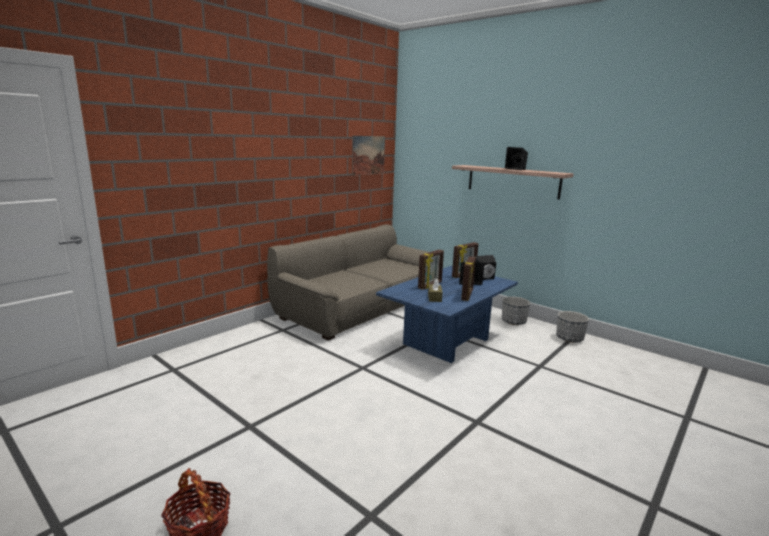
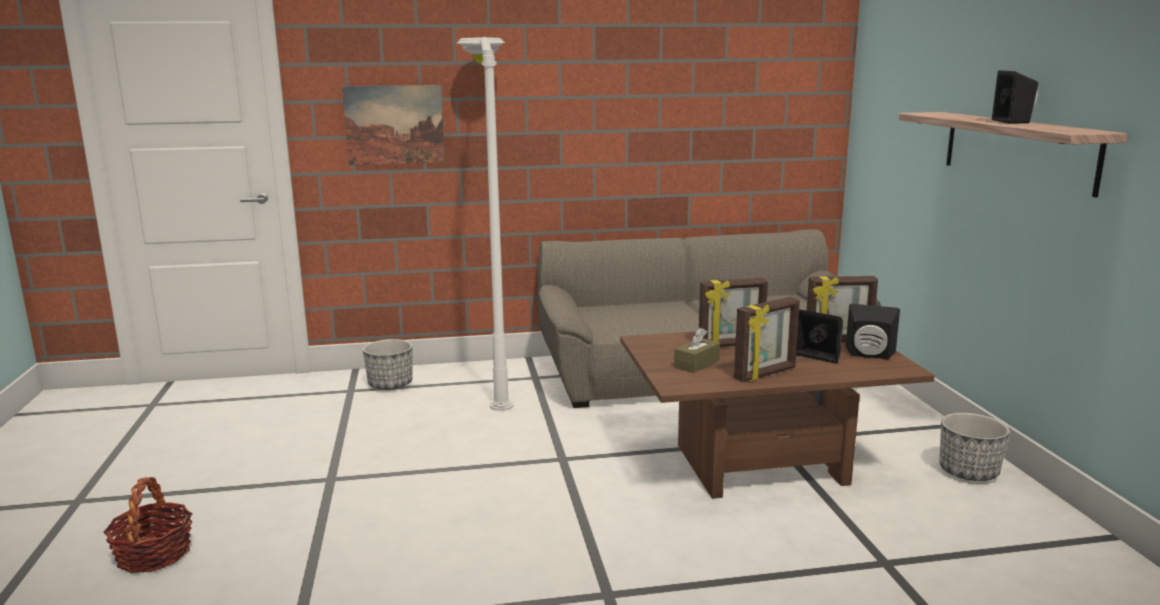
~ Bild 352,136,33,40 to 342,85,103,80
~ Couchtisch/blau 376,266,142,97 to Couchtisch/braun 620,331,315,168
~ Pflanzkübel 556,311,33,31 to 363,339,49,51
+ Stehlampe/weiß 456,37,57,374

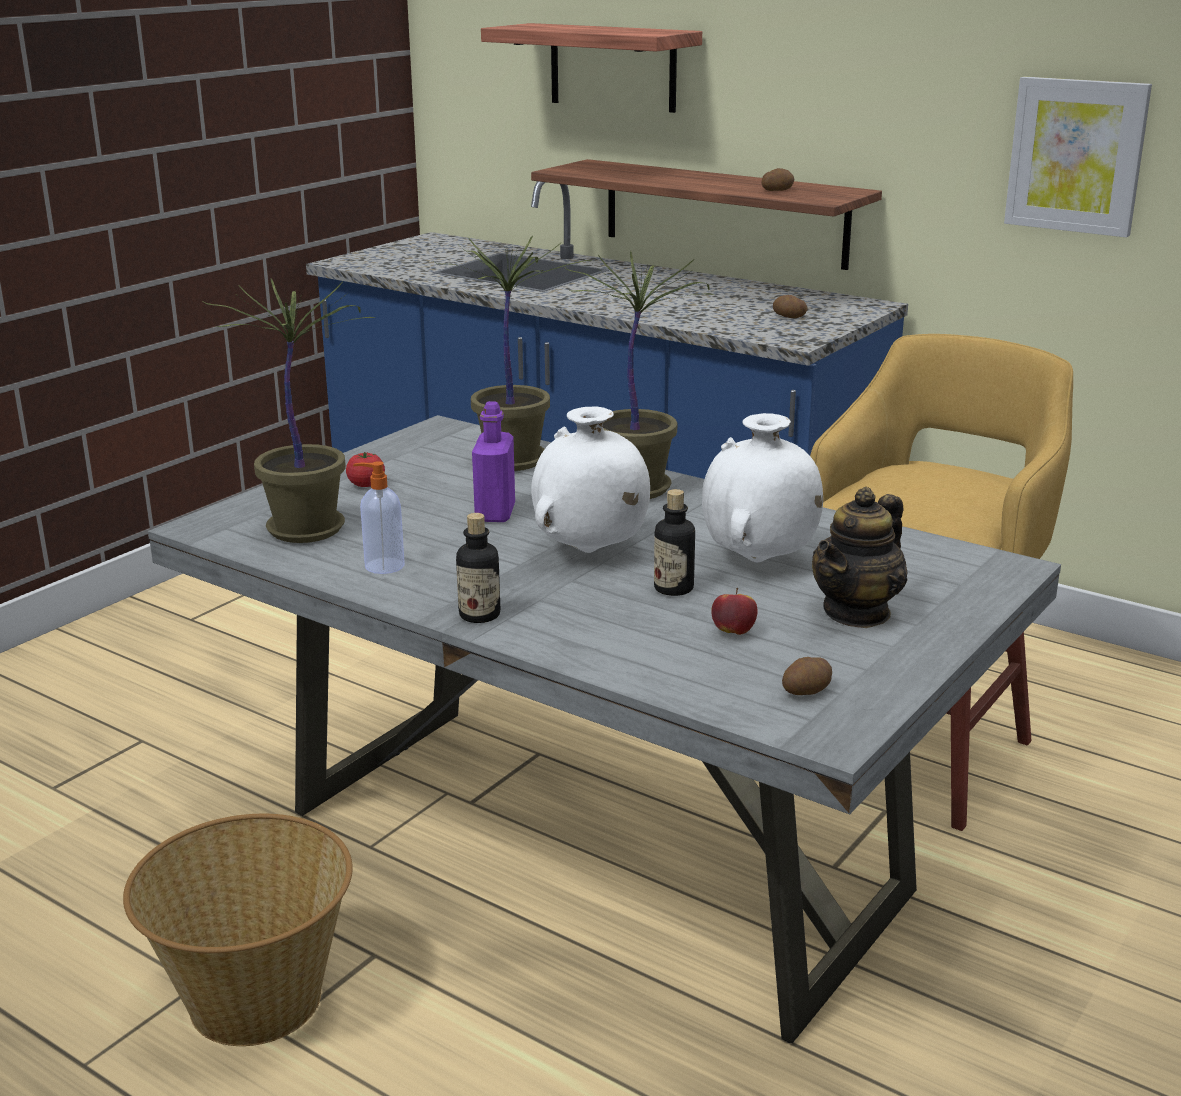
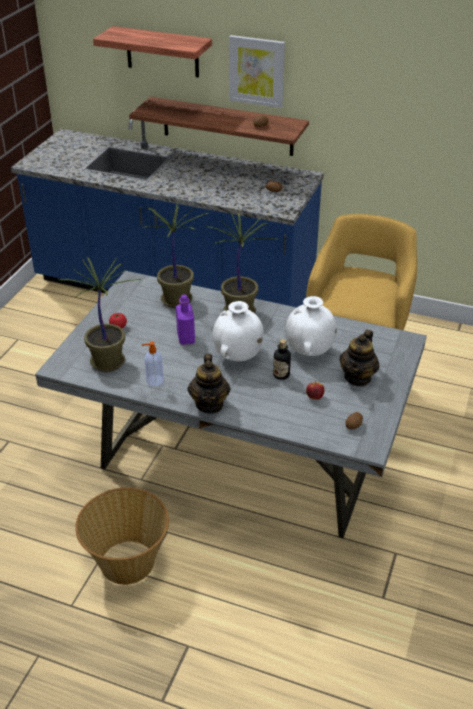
~ Bild 1004,77,148,160 to 229,35,56,73
~ Flasche 456,513,44,110 to Teekanne 188,354,43,60

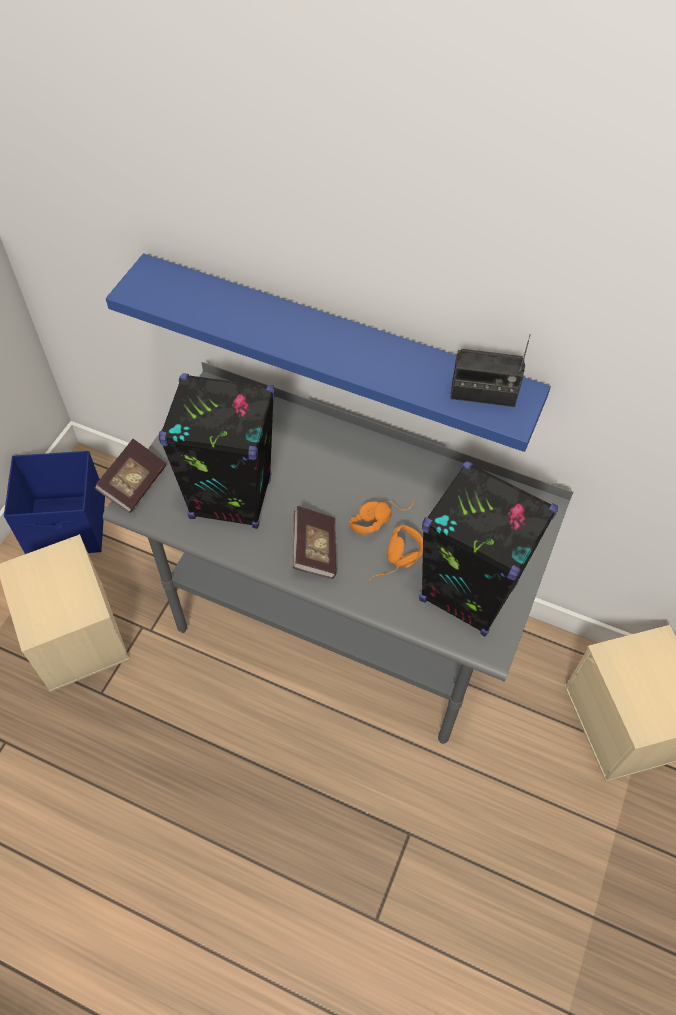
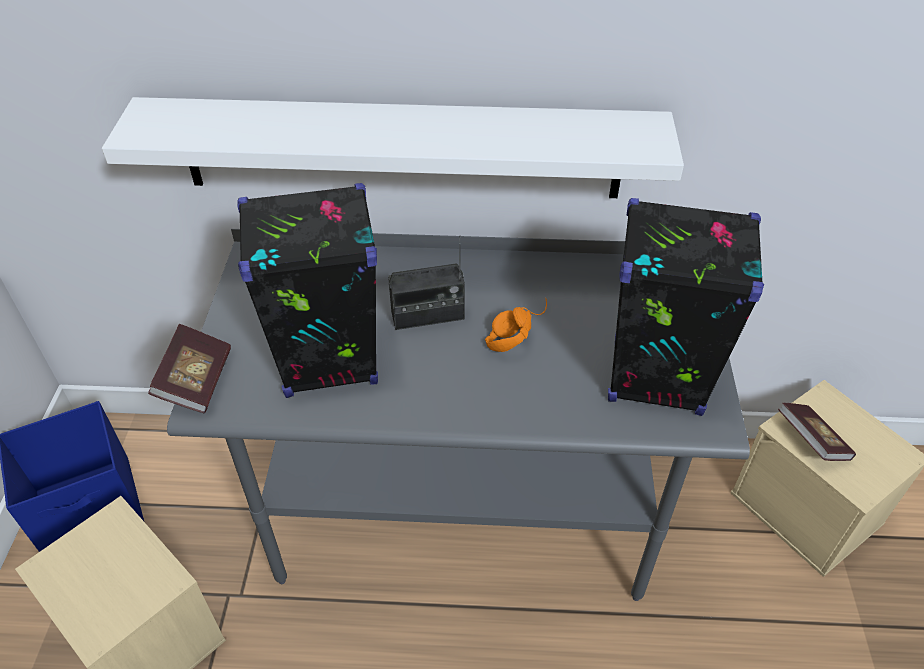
~ Wandregal/blau 106,253,445,199 to Wandregal/weiß 102,97,582,101
~ Radio 450,334,81,73 to 388,236,77,94
~ Buch 293,506,44,73 to 778,403,78,58
- Kopfhörer/orange 369,525,54,58

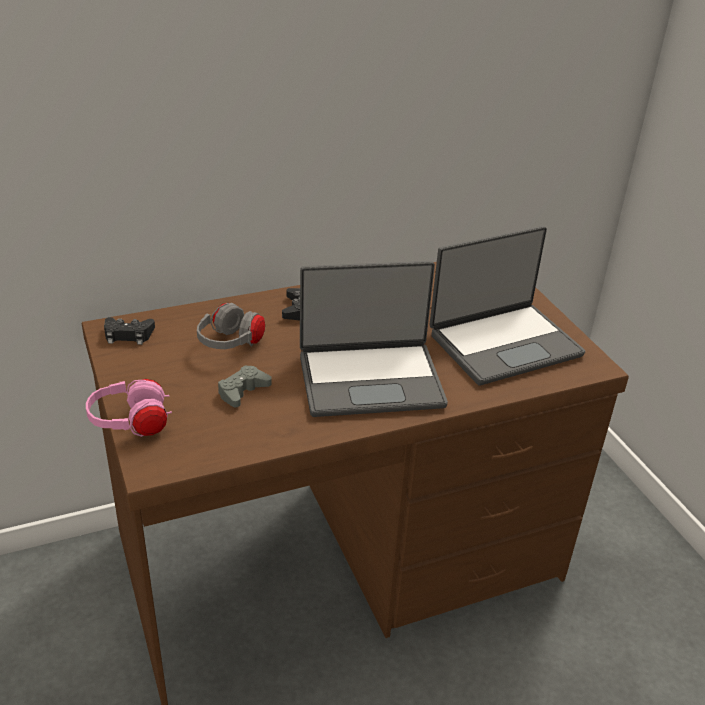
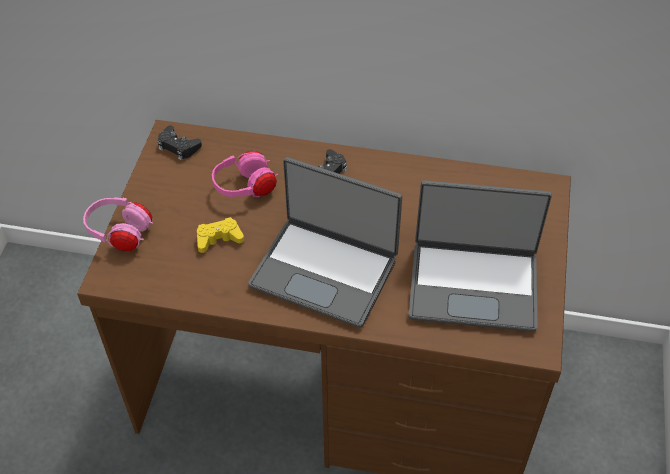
~ Kopfhörer/grau 197,303,68,46 to Kopfhörer/rosa 212,151,66,46
~ Gamepad/grau 218,365,54,42 to Gamepad/gelb 197,217,47,36

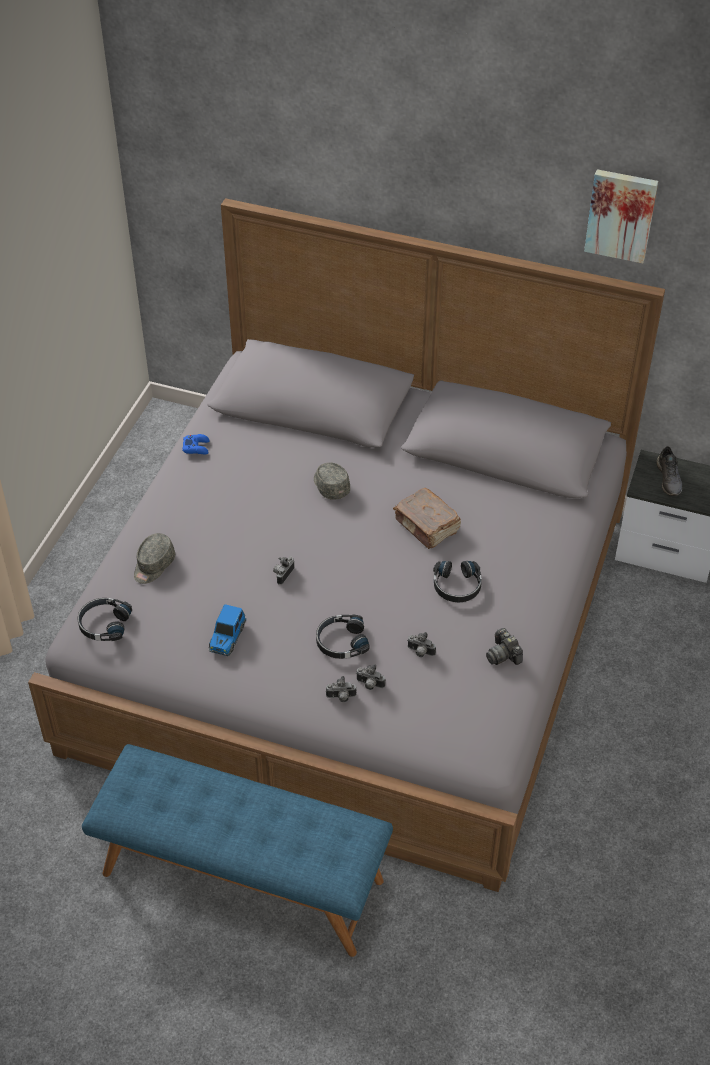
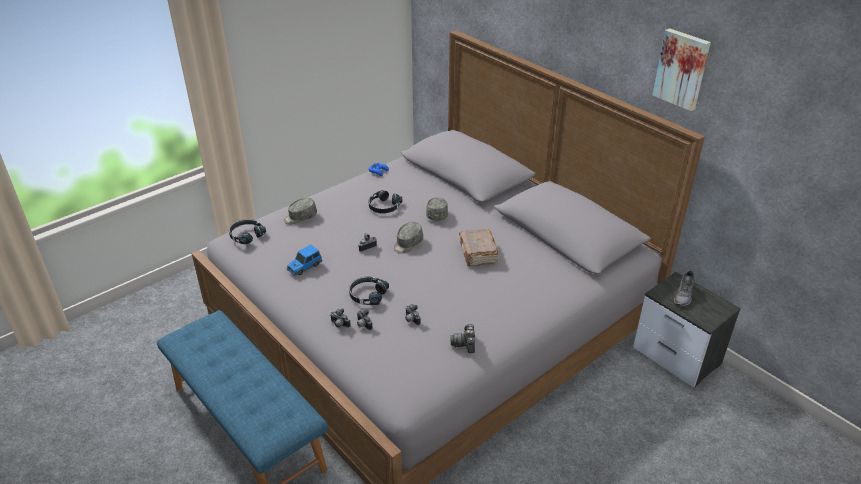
~ Kopfhörer/schwarz 433,561,49,41 to 369,190,34,23
+ Kappe/grau 394,222,29,32

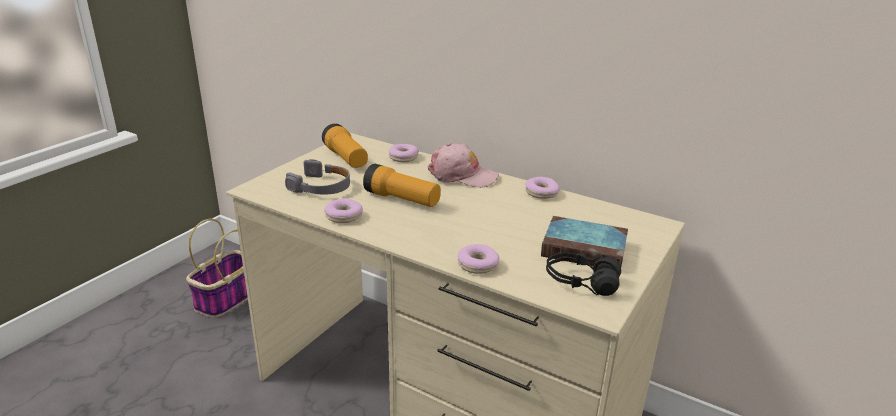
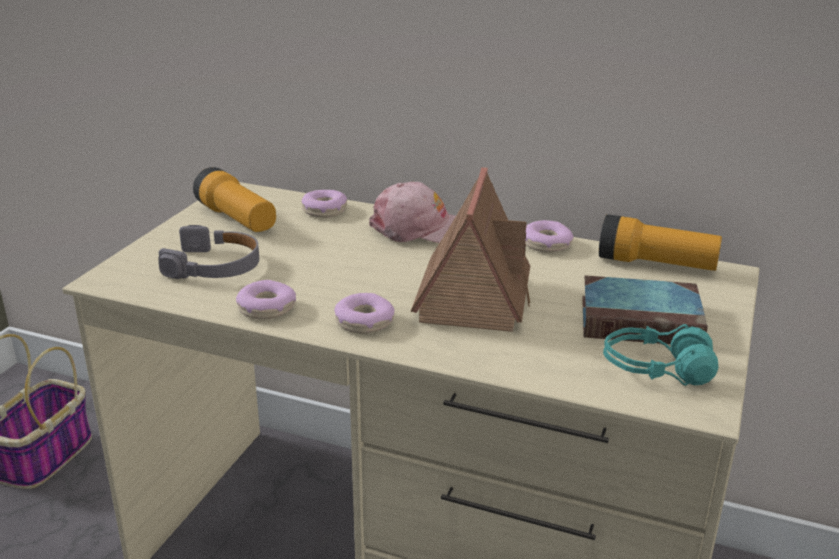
~ Taschenlampe 363,164,78,43 to 599,214,123,57
~ Donut 458,244,42,30 to 334,293,61,41
~ Kopfhörer/schwarz 546,253,75,43 to Kopfhörer/türkis 603,324,115,62
+ Spielzeughaus 410,167,120,165

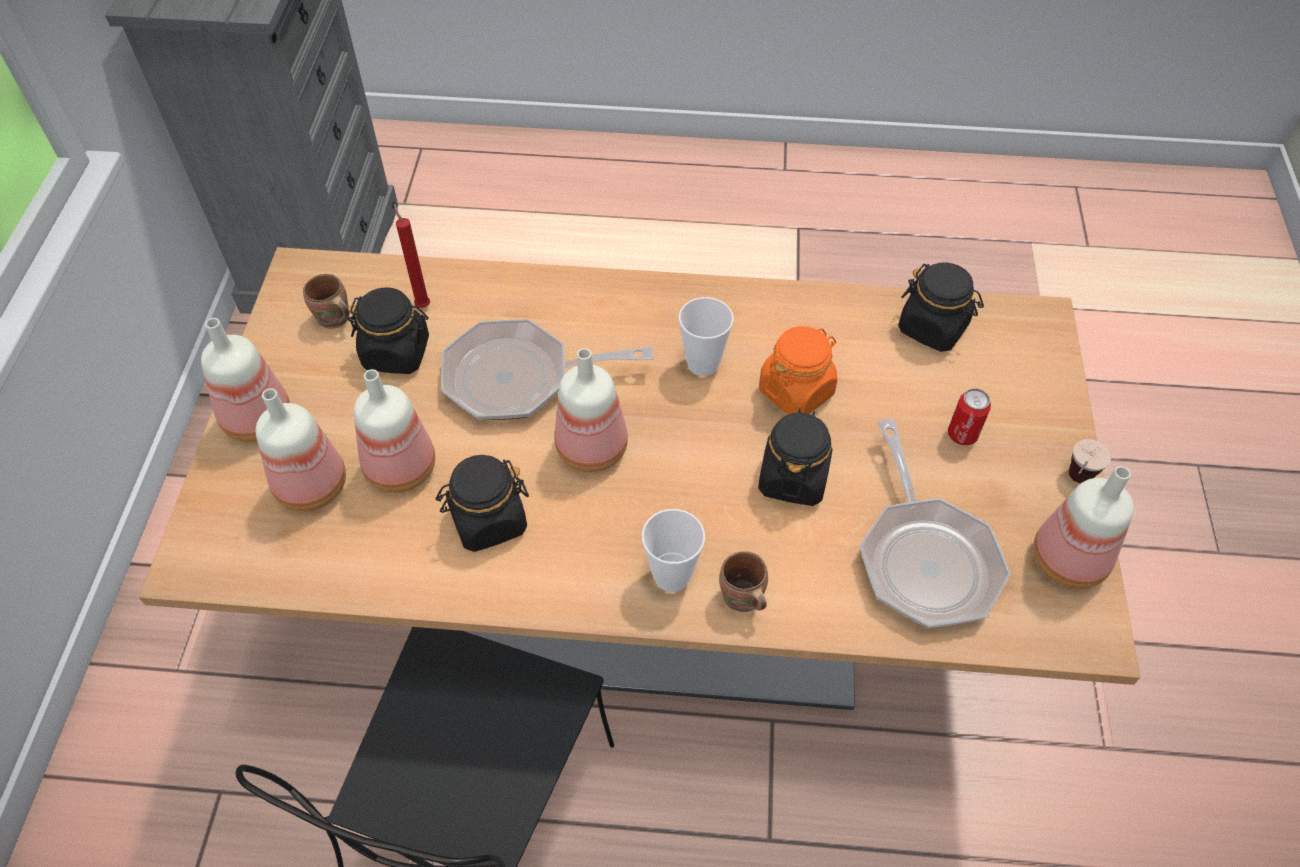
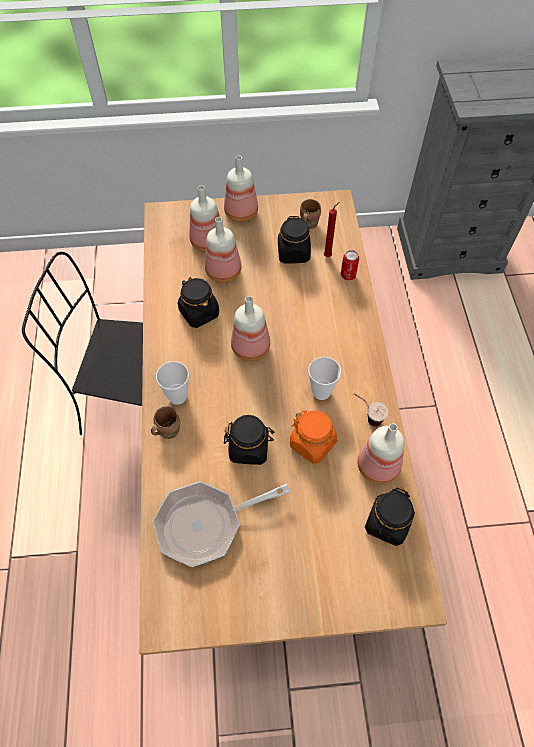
- Pfanne 441,319,212,101
~ Dose 948,388,43,57 to 341,250,18,30
~ Tasse 1069,439,42,45 to 354,393,34,34
~ Flasche 1033,466,101,123 to 357,423,48,61

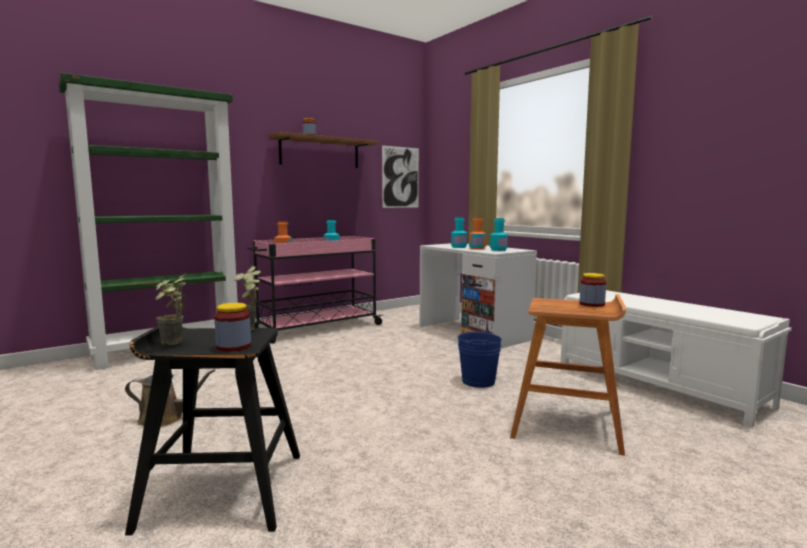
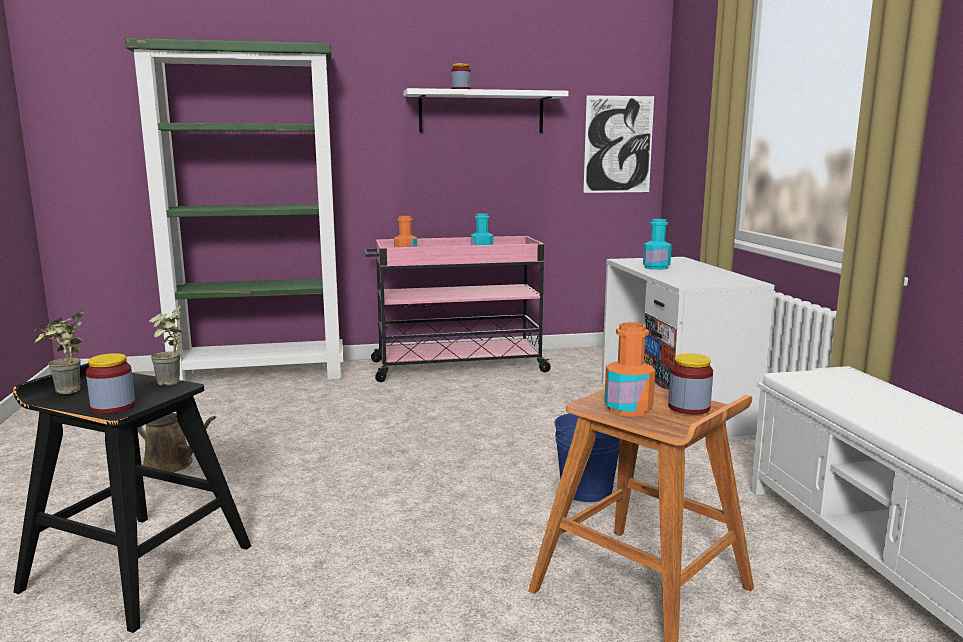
~ Wandregal/braun 268,132,111,36 to Wandregal/weiß 403,88,165,45
~ Flasche/orange 469,218,17,32 to 604,322,51,95
- Flasche/türkis 490,218,18,33

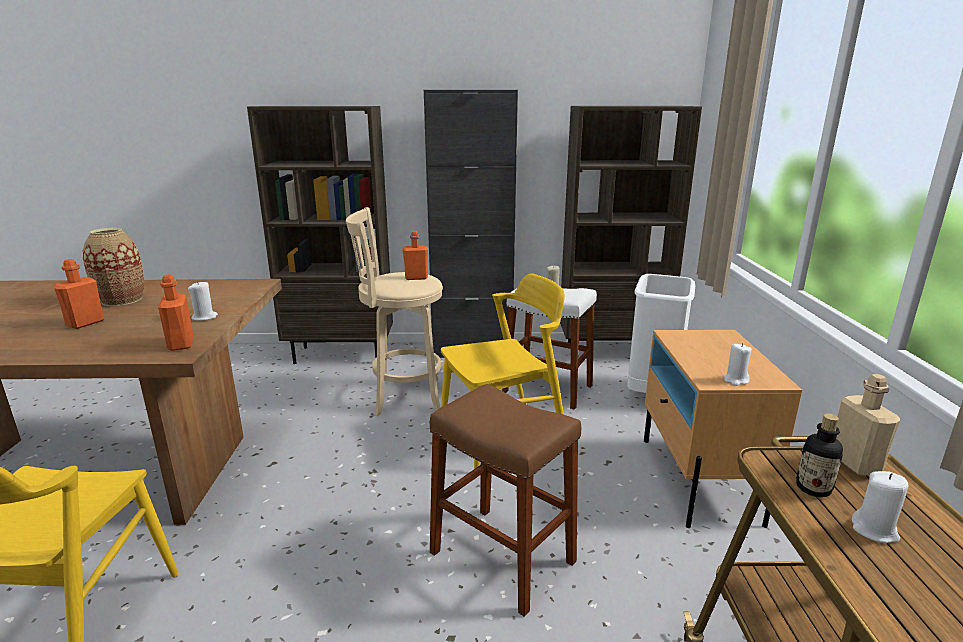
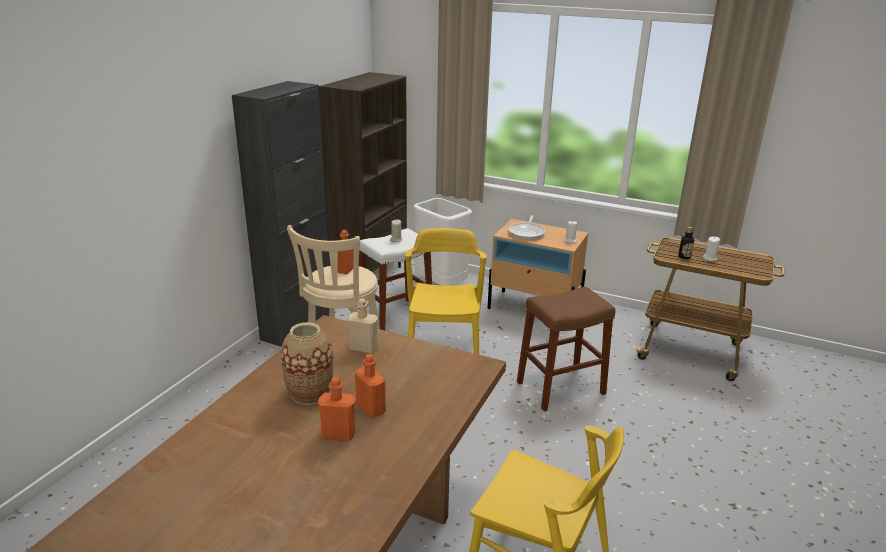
- Bücherregal/braun 247,106,146,258
~ Flasche/orange 158,274,36,77 to 318,377,37,64
- Kerze/weiß 188,282,30,39
~ Flasche/beige 836,374,64,102 to 348,298,30,56
+ Pfanne 508,215,38,25

